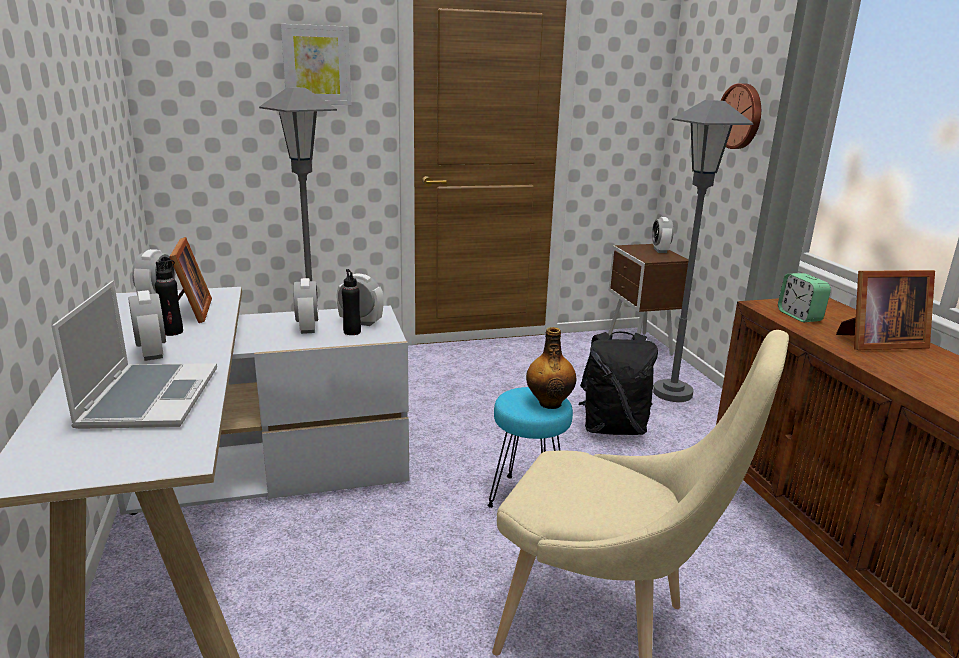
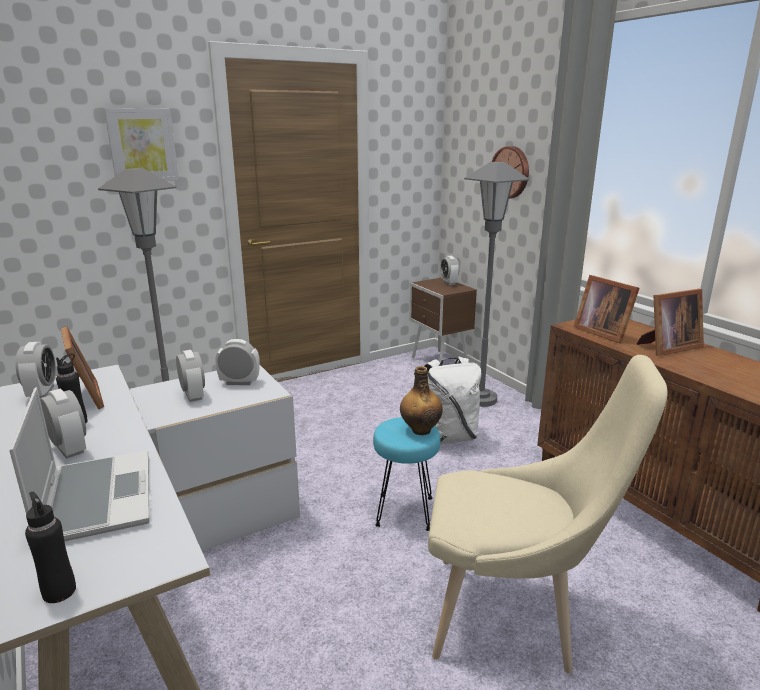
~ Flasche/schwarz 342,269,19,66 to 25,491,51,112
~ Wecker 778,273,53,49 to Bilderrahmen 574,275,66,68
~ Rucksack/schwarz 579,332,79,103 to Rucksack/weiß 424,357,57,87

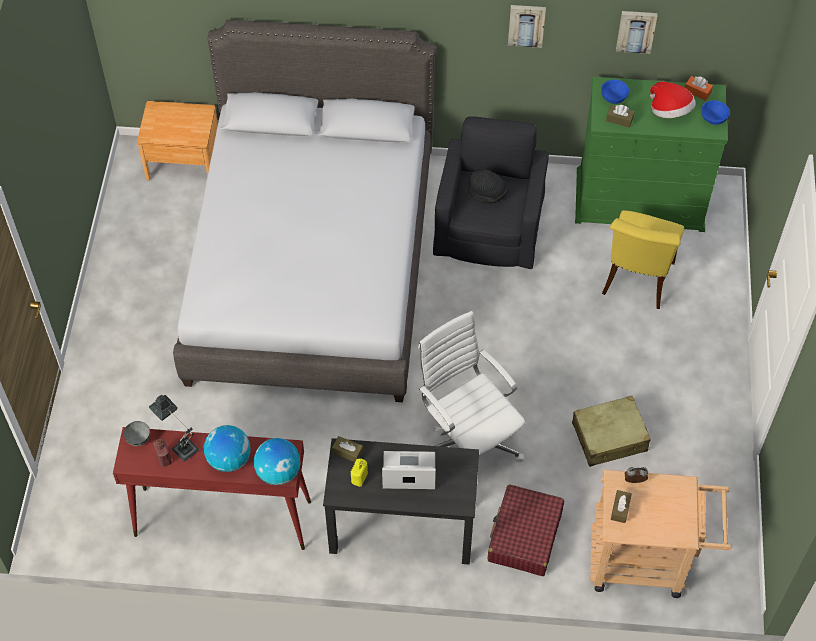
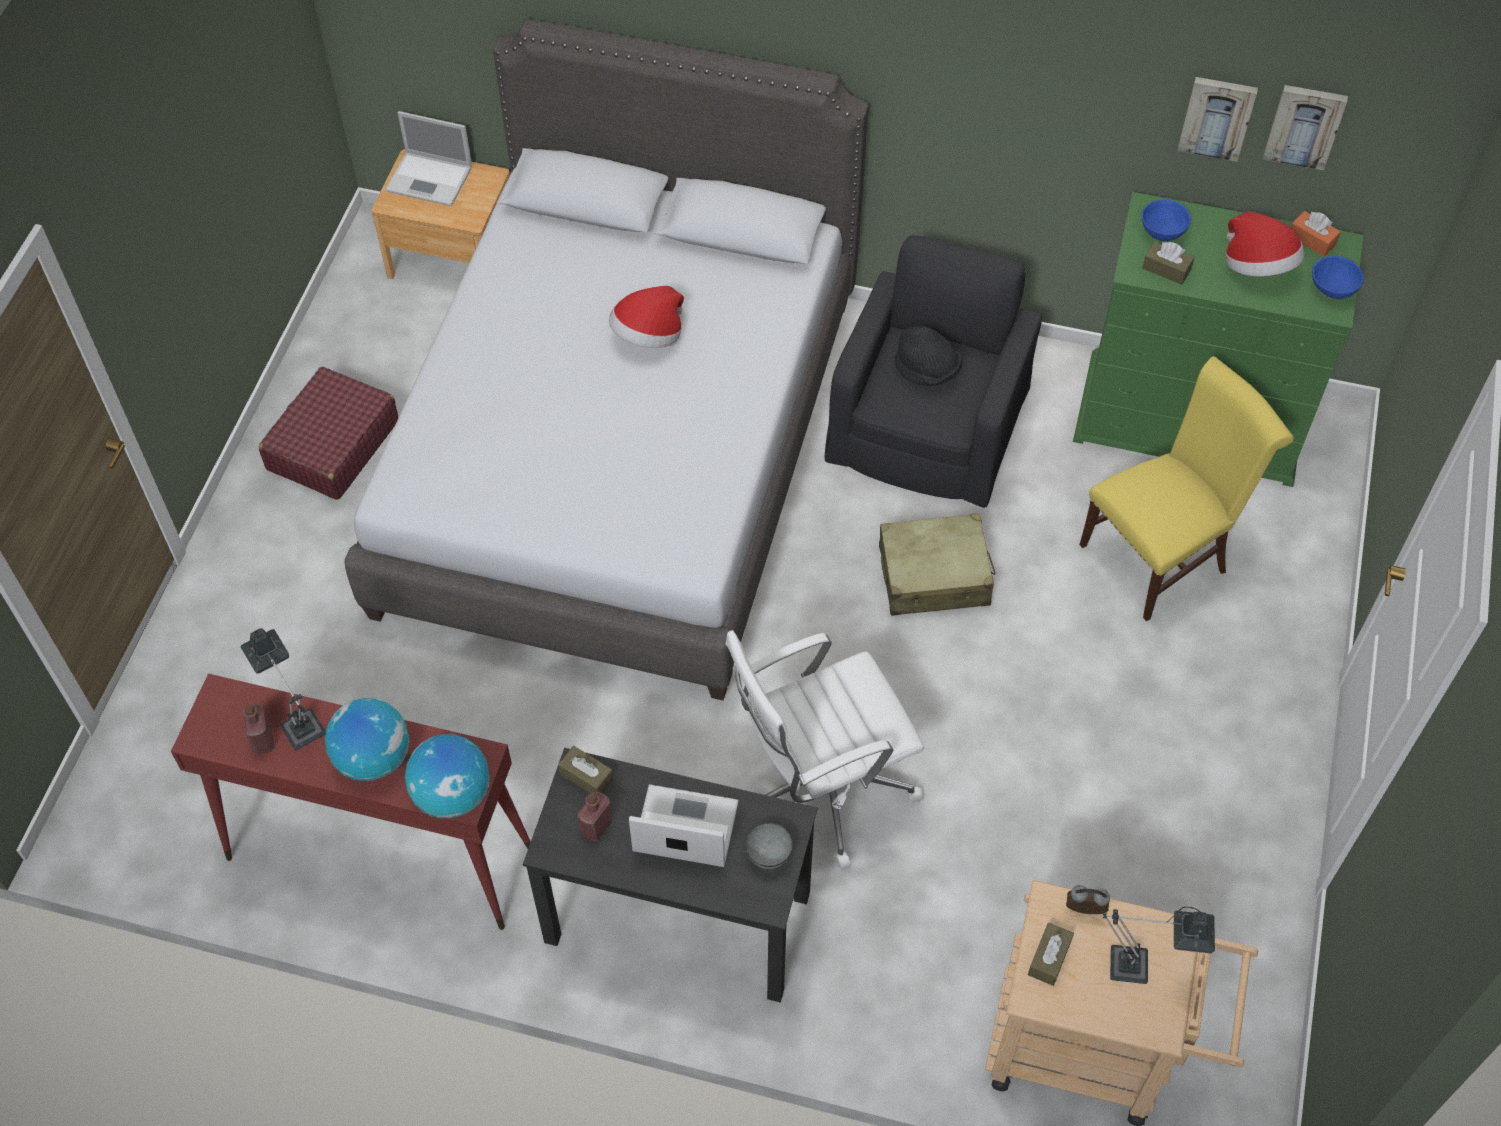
~ Bild 508,5,38,43 to 1263,85,85,85
~ Stuhl/gelb 602,210,82,99 = 1079,356,215,265 150 degrees counterclockwise
~ Bürostuhl/weiß 418,311,107,151 = 726,630,198,240 90 degrees counterclockwise
~ Koffer/beige 572,396,79,71 to 879,513,116,103
~ Schüssel/grau 123,421,27,25 to 745,823,48,46
~ Flasche/gelb 351,459,17,28 to Flasche/rot 577,792,35,49
~ Koffer/rot 488,485,76,91 to 259,367,139,133
+ Laptop 385,111,87,95
+ Hut 609,286,75,62
+ Tischlampe 1103,907,112,77

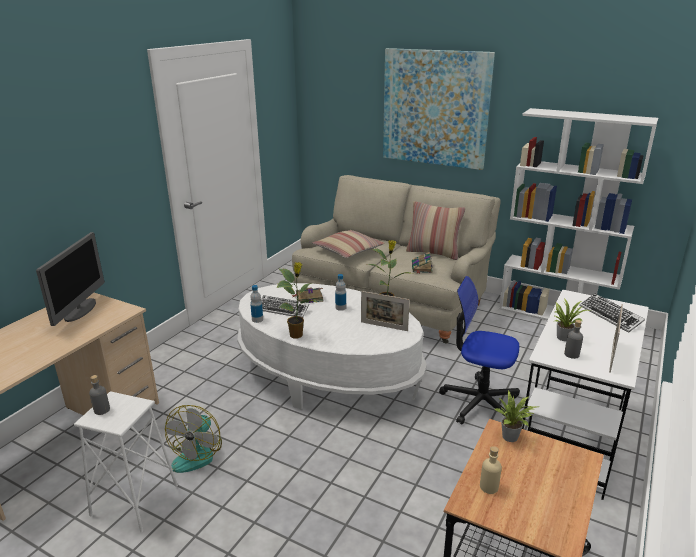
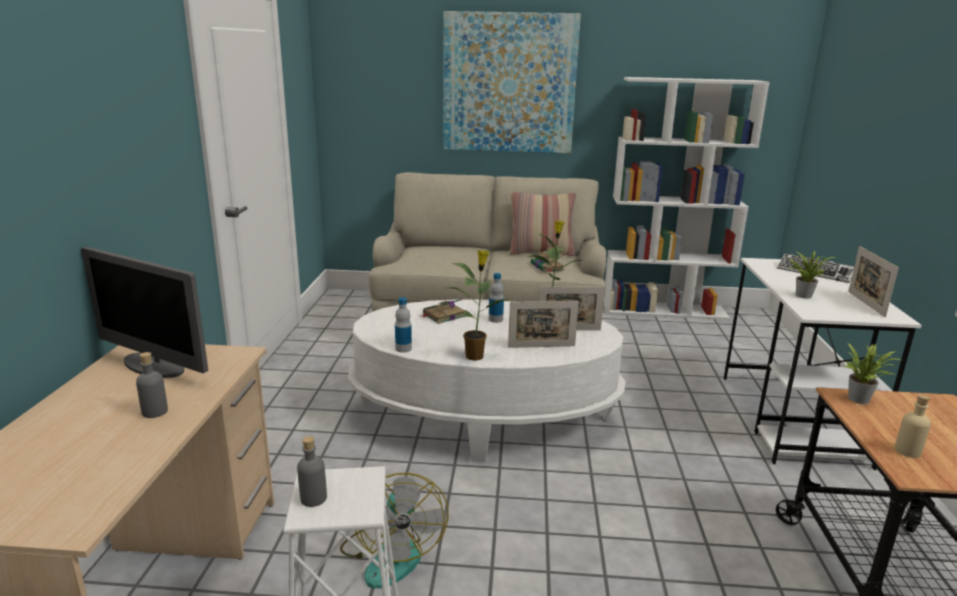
- Kissen 312,230,73,28
~ Monitor 36,232,69,94 = 81,247,127,131 135 degrees clockwise
- Bürostuhl 439,276,81,148
- Tastatur 261,295,48,23
~ Flasche/grau 564,320,19,39 to 136,352,32,66
+ Bilderrahmen 508,301,71,47

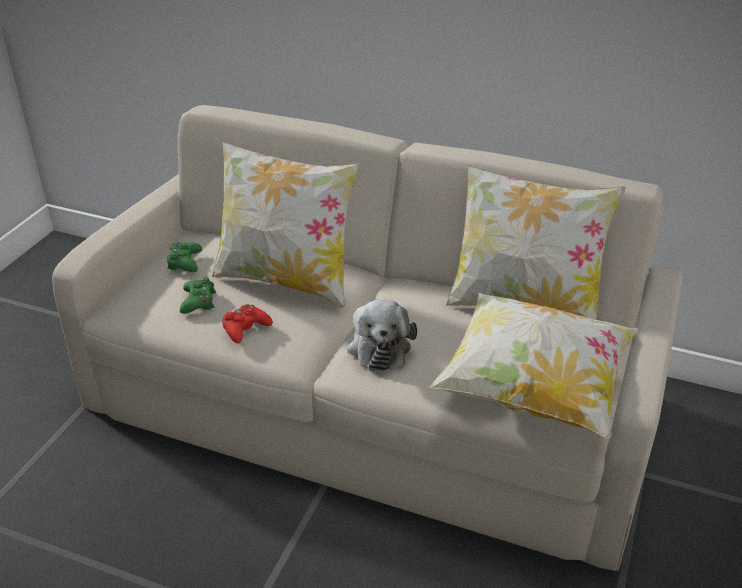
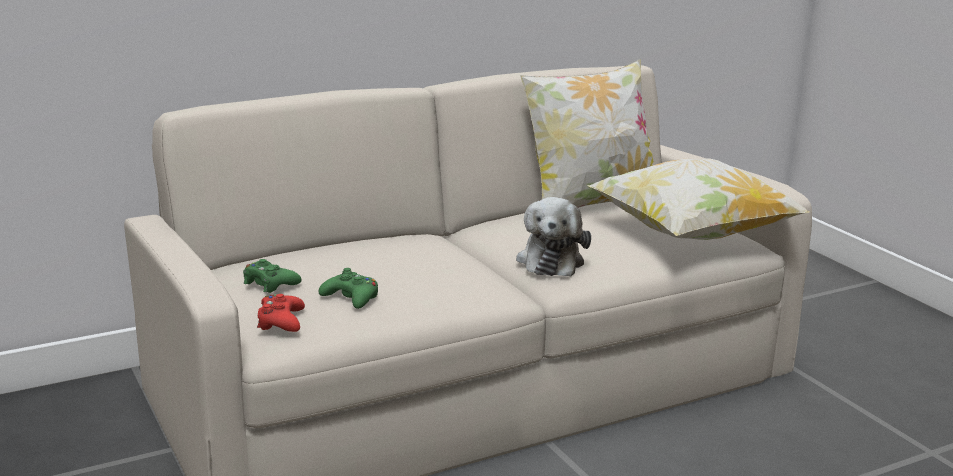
- Kissen 212,141,149,167
~ Plüschtier 347,299,70,72 = 516,197,75,79 60 degrees clockwise
~ Gamepad/rot 222,304,51,39 to 257,294,48,38

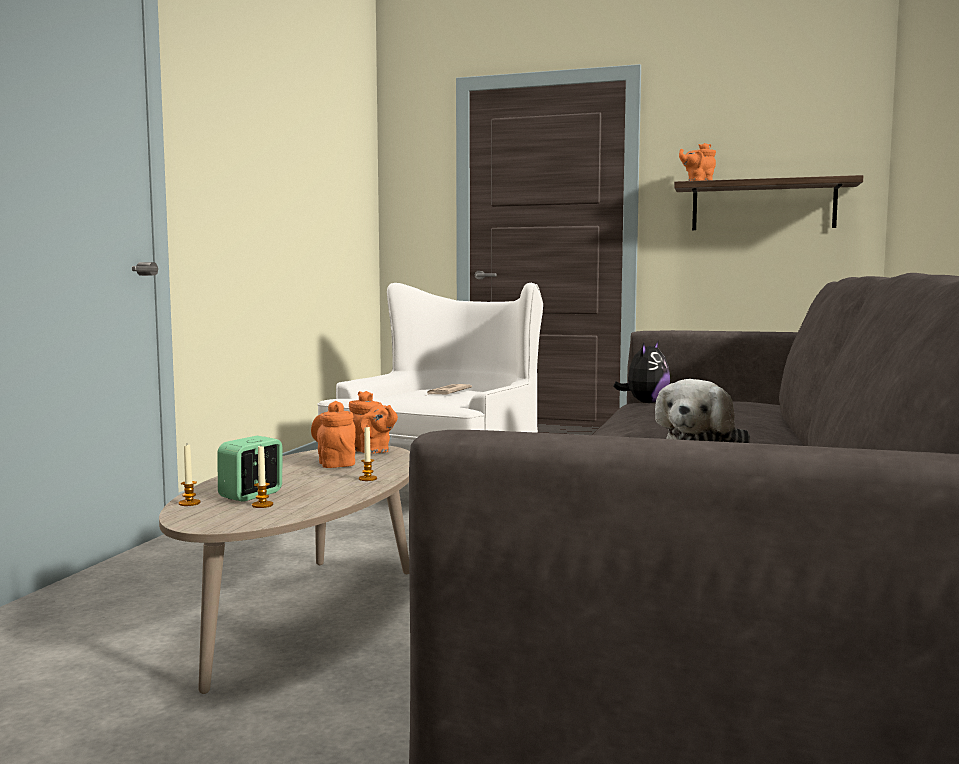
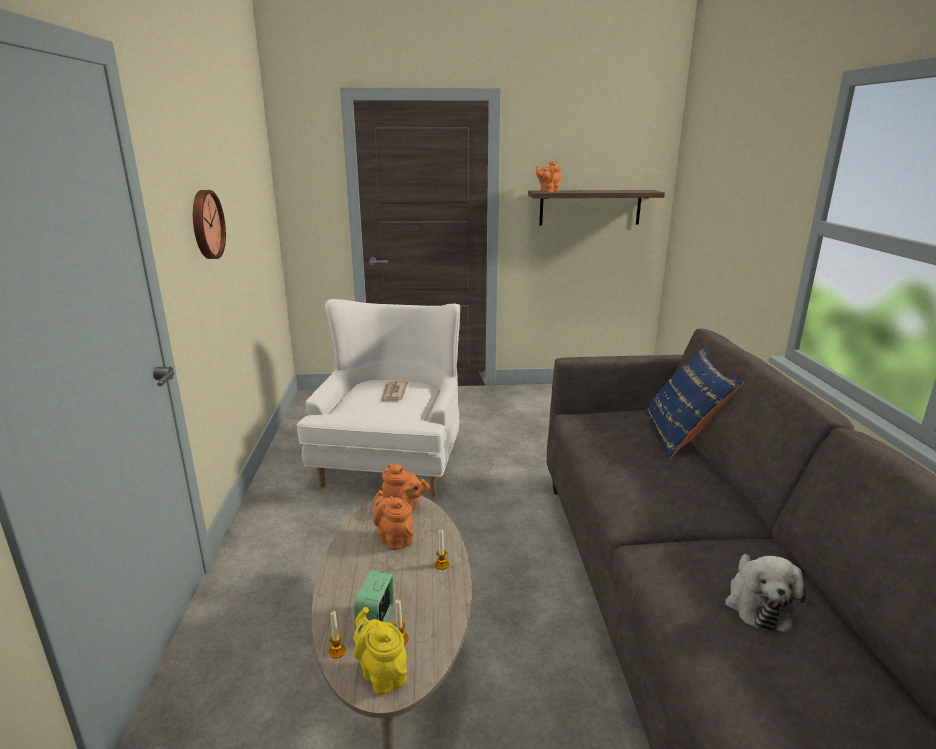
- Plüschtier 613,341,57,62
+ Wanduhr 193,190,33,69
+ Kissen/blau 645,347,99,112
+ Teekanne/gelb 354,607,53,88

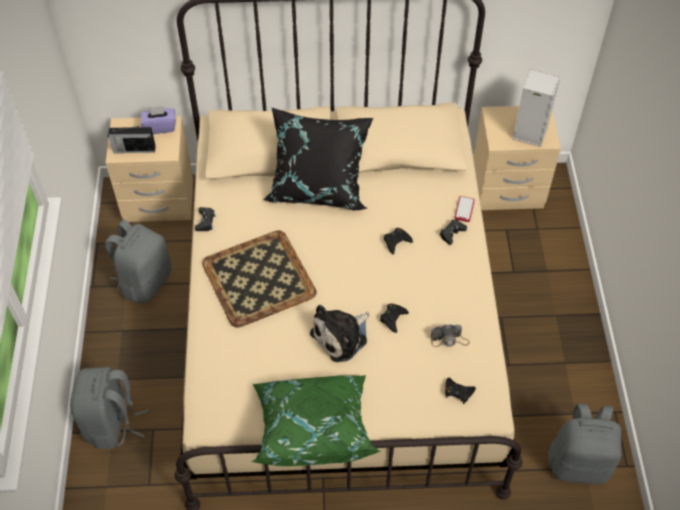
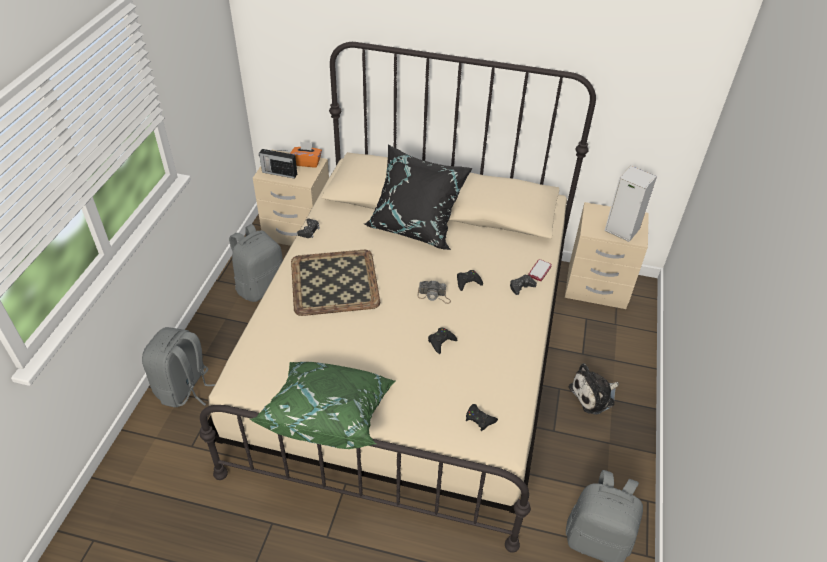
~ Taschentuchbox/lila 141,106,35,28 to Taschentuchbox/orange 290,142,32,25
~ Plüschtier 310,305,59,57 to 569,363,50,52
~ Kamera 431,324,39,23 to 418,280,33,24

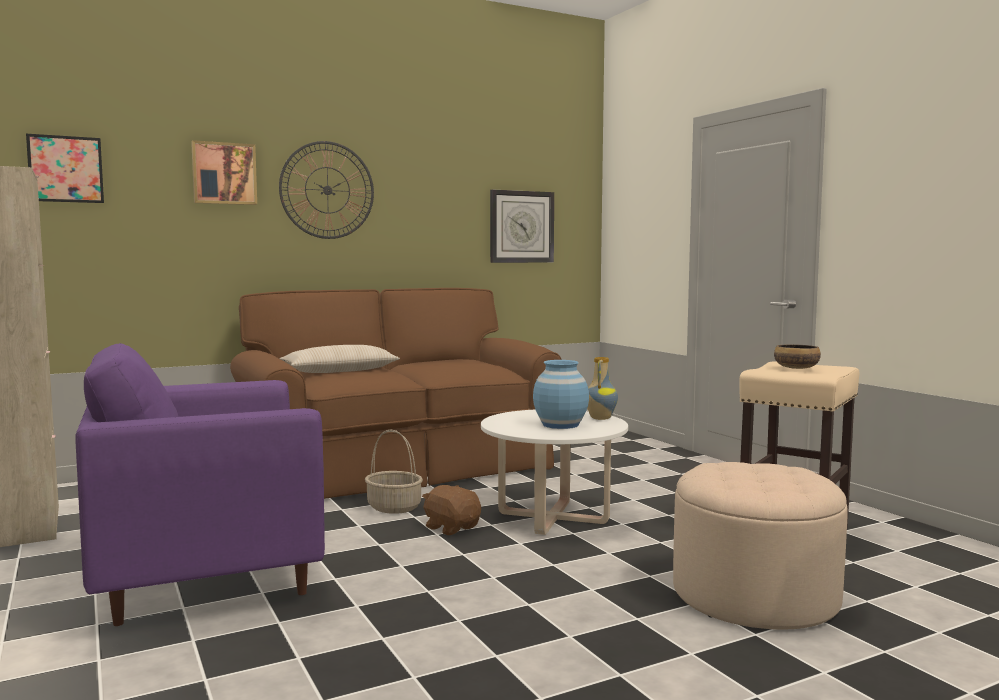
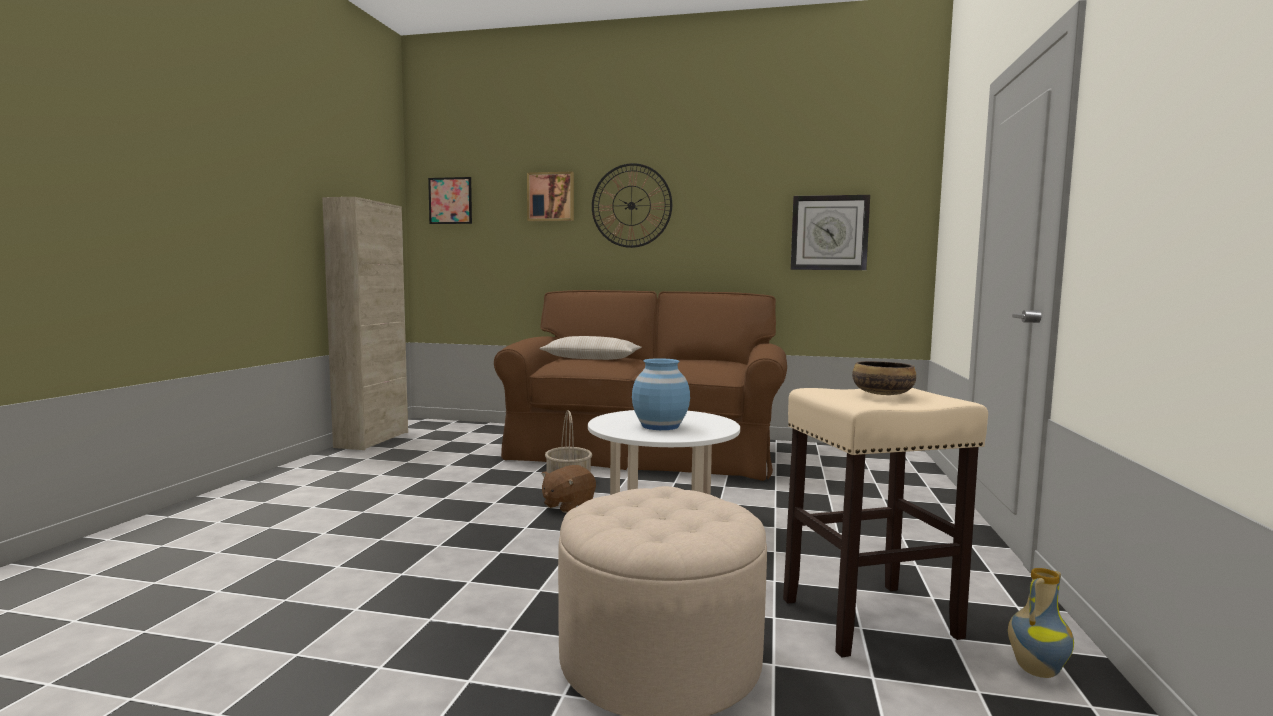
- Sessel/lila 75,343,250,283
~ Vase 587,357,31,63 to 1008,568,66,110
~ Plüschtier/braun 422,485,59,50 = 541,465,55,48 135 degrees counterclockwise

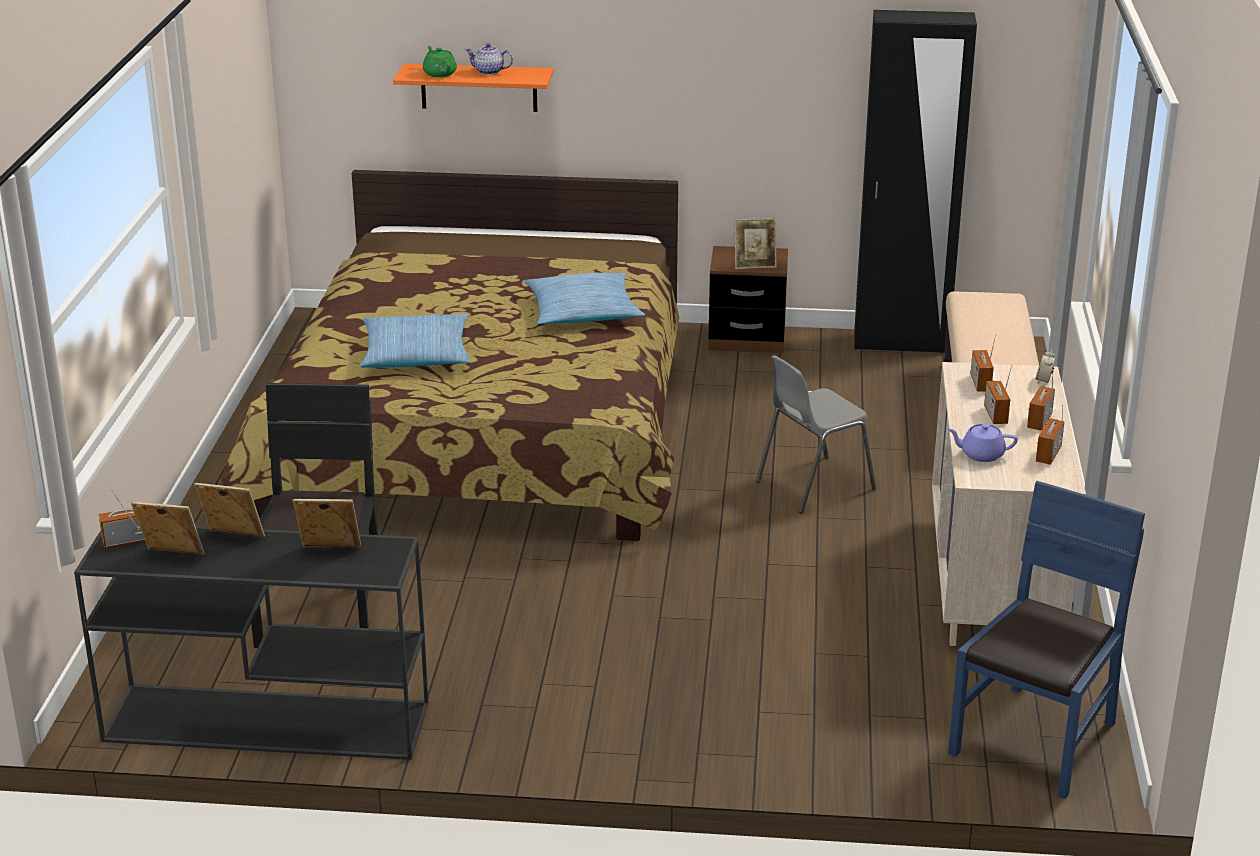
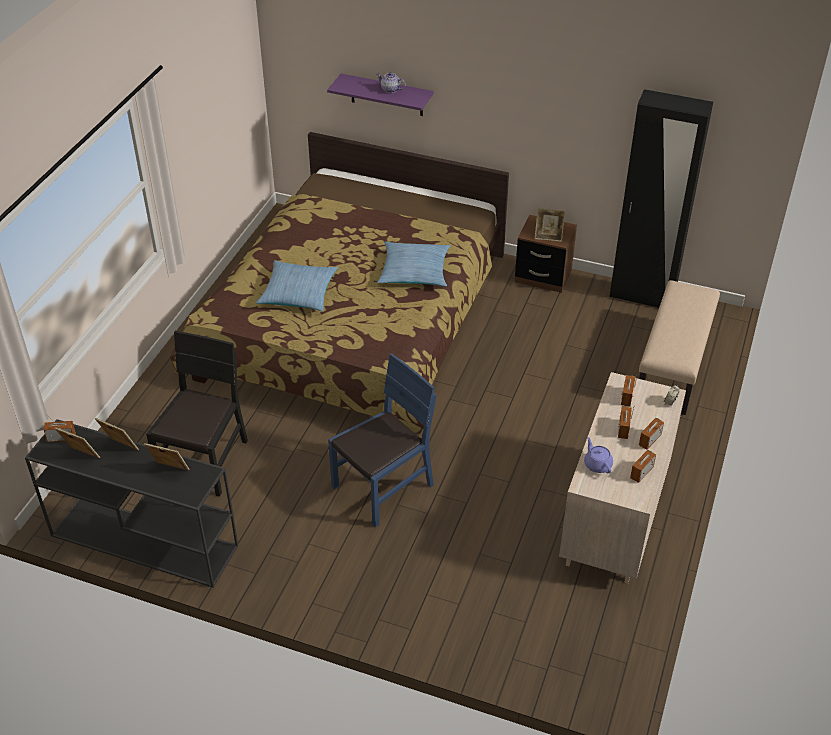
- Teekanne/grün 423,46,34,31
~ Wandregal/orange 393,64,161,48 to Wandregal/lila 327,74,107,42
- Stuhl/grau 756,355,120,159
~ Teekanne/lila 947,424,71,38 = 584,437,29,36 45 degrees clockwise
~ Stuhl/blau 948,481,197,318 to 328,353,108,175

